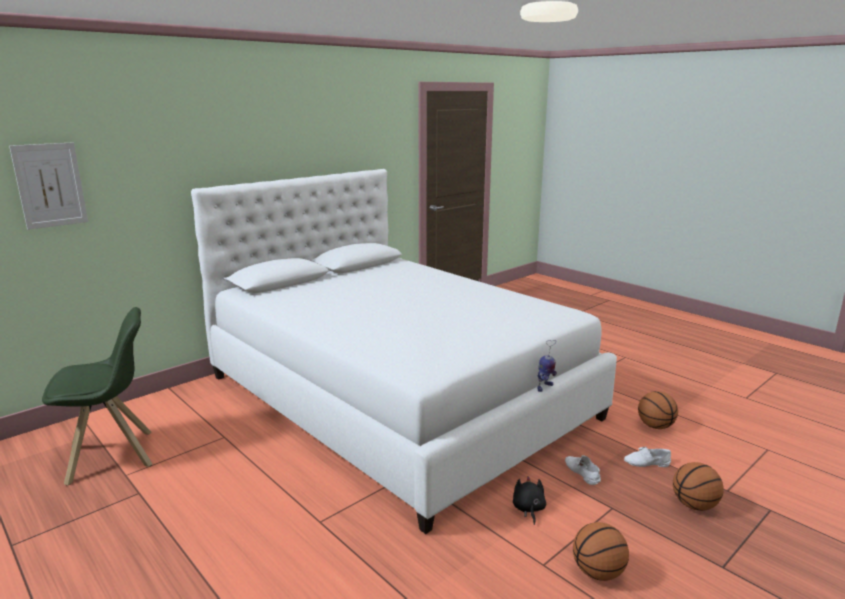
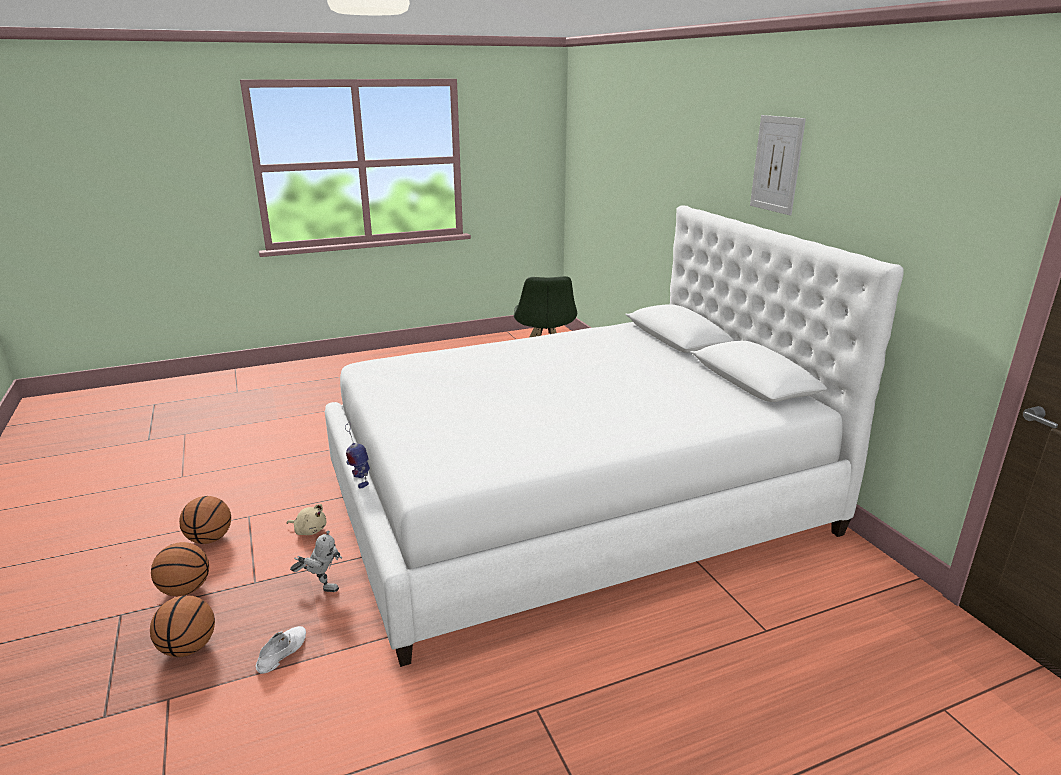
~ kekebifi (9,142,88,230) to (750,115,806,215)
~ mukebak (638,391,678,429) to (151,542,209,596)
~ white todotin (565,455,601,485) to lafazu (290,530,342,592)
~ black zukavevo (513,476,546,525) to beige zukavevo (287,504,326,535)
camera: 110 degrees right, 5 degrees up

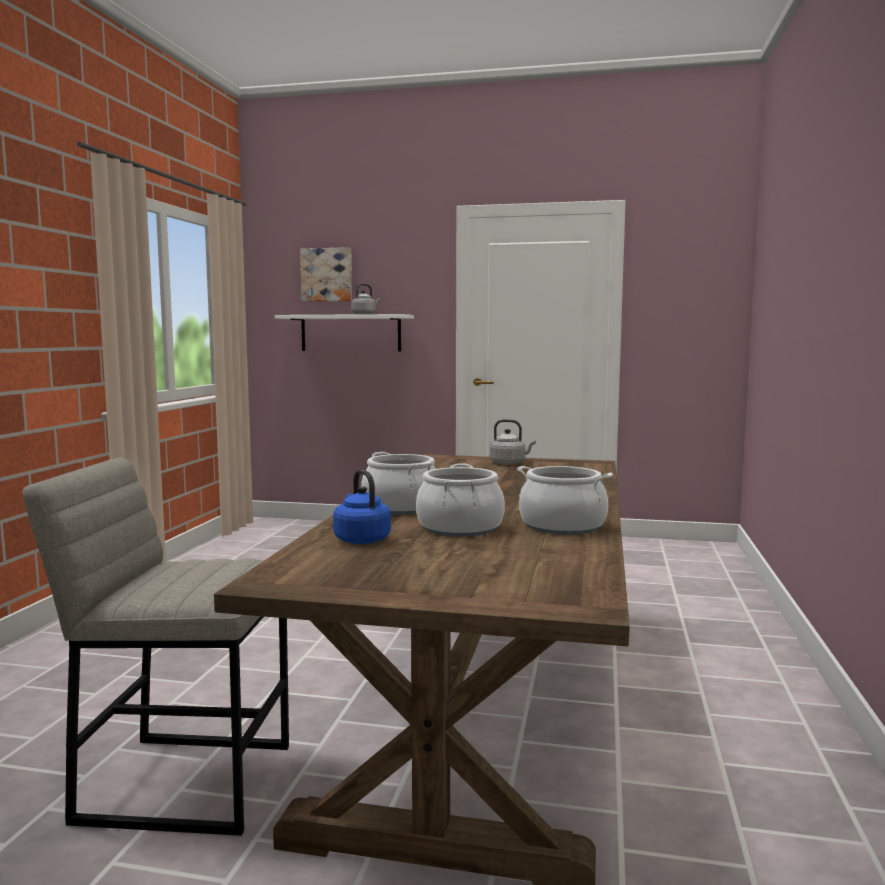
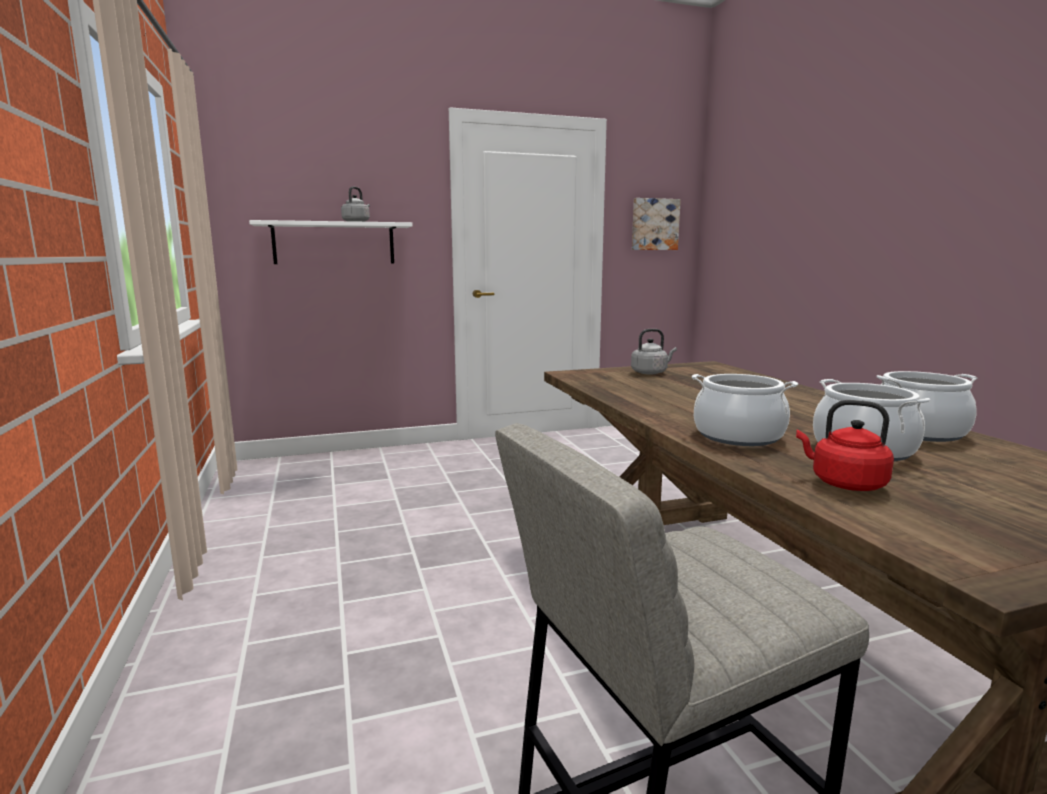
~ kekebifi (300,247,352,302) to (632,198,681,250)
~ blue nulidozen (333,470,391,544) to red nulidozen (796,400,894,491)
camera: 30 degrees left, 5 degrees up

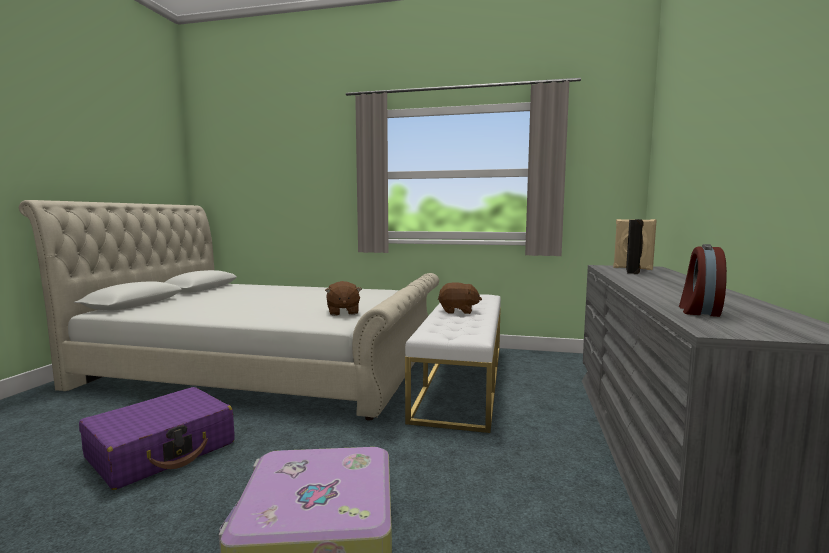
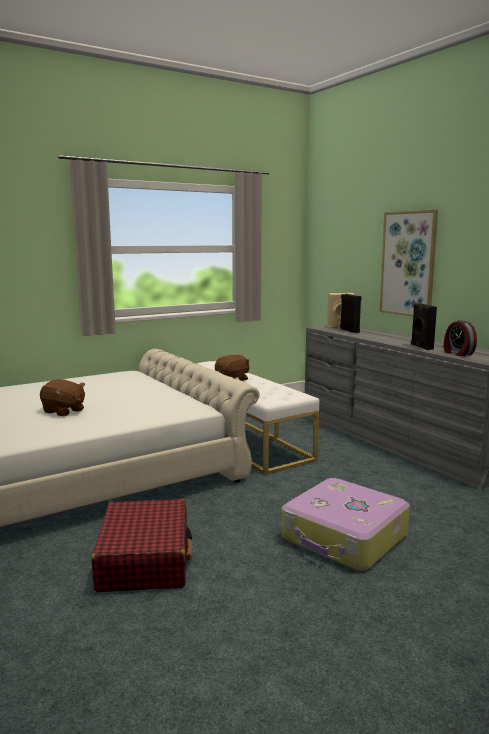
+ kekebifi (379,210,438,316)
+ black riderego (411,303,437,350)
~ brown zukavevo (325,281,362,316) to (40,379,85,416)
~ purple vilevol (79,387,235,490) to red vilevol (92,499,193,592)
camera: 45 degrees left, 5 degrees up

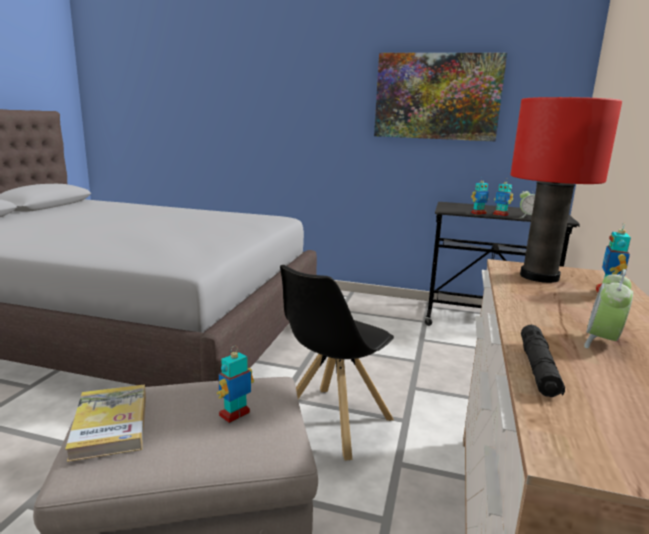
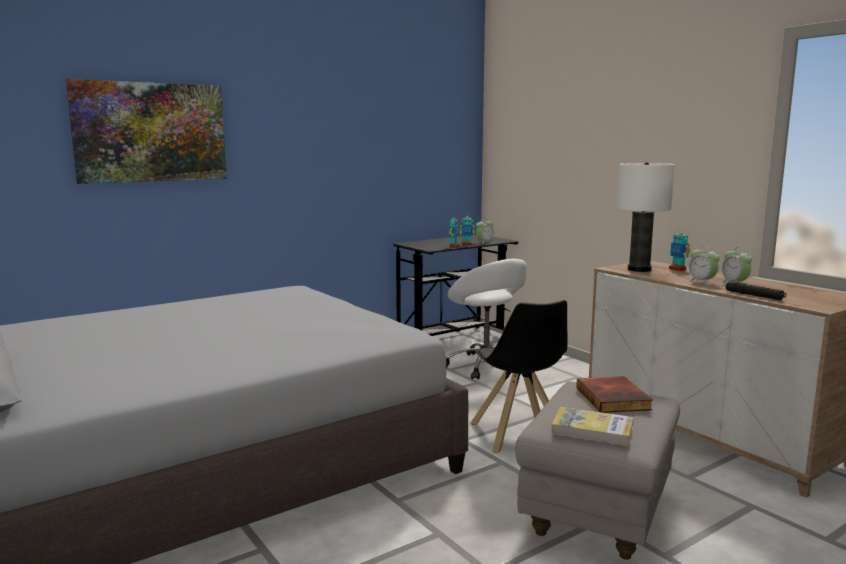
+ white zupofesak (446,259,527,379)
+ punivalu (689,246,720,285)
~ kekebifi (374,53,507,141) to (66,79,227,184)
~ lafazu (217,345,254,423) to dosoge (576,376,653,413)
~ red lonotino (511,97,622,283) to white lonotino (617,162,675,272)
camera: 50 degrees left, 5 degrees down

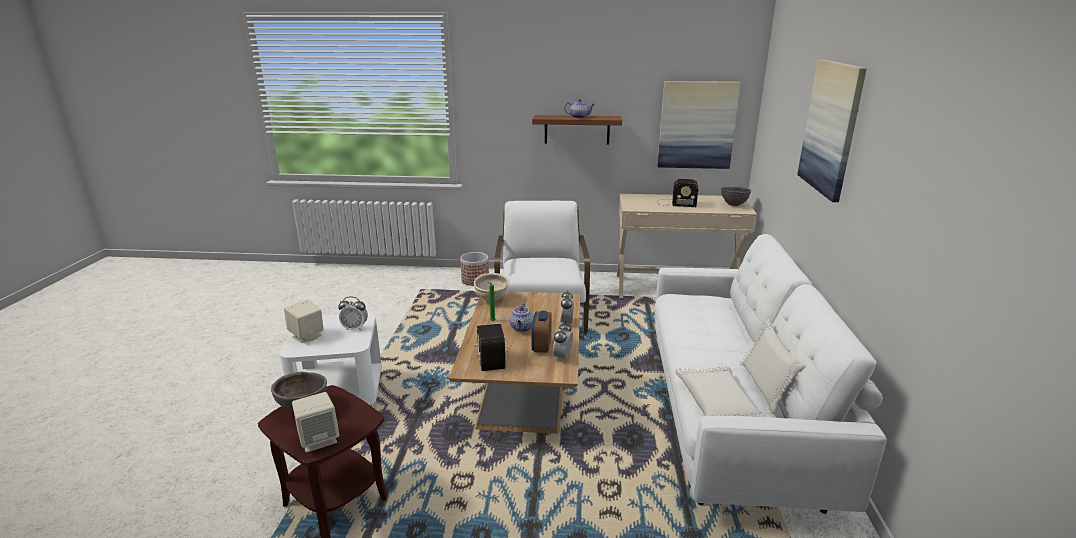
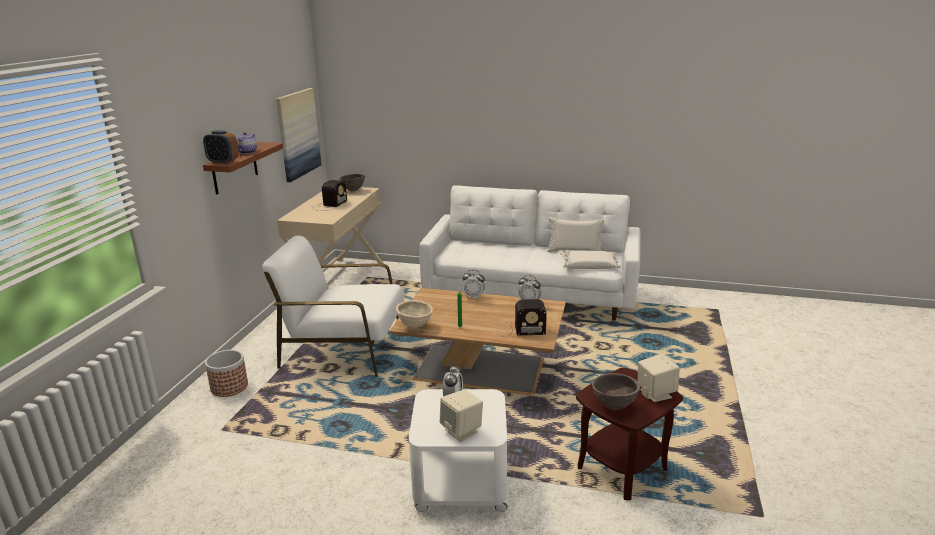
- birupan (509,304,534,332)
- kekebifi (797,59,867,202)
~ punivalu (531,311,552,353) to (203,130,239,164)
camera: 80 degrees left, 0 degrees up

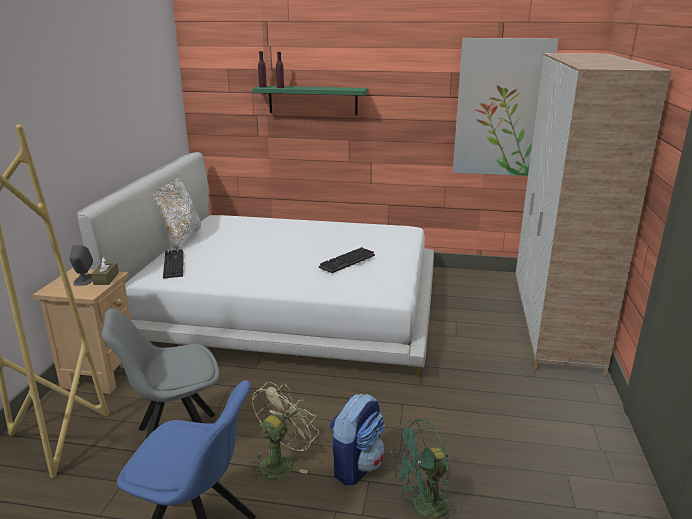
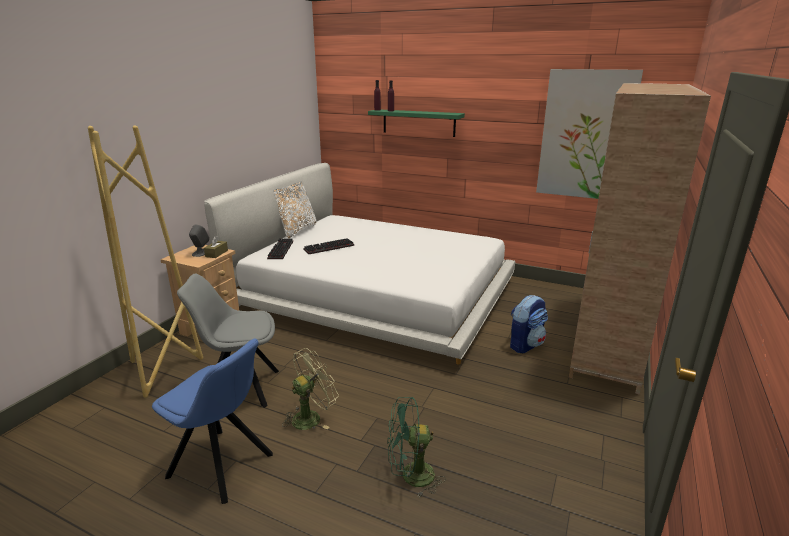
~ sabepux (319,247,375,273) to (303,238,354,254)
~ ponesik (330,394,385,486) to (510,295,548,353)
camera: 15 degrees right, 0 degrees up

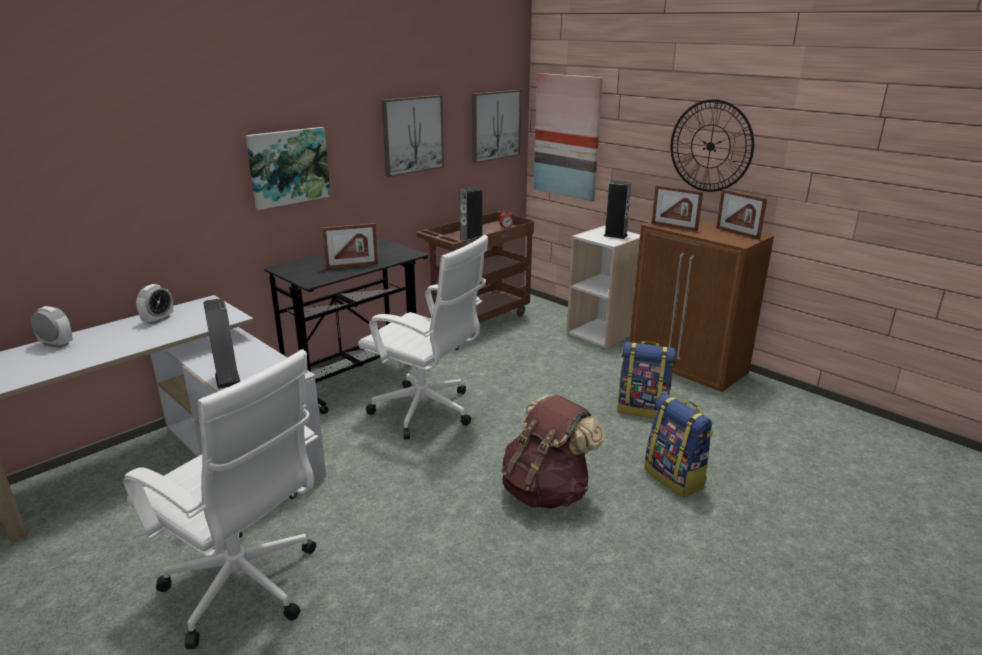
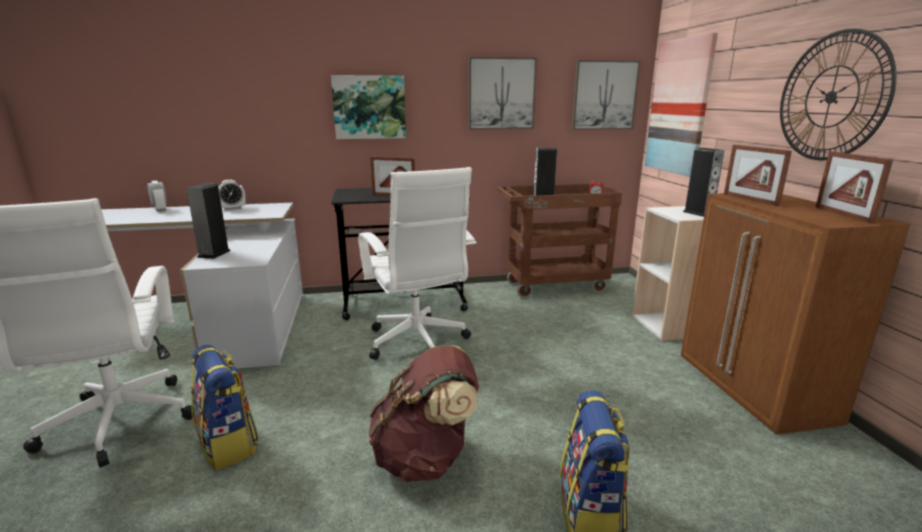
~ ponesik (618,341,675,418) to (191,345,259,471)
camera: 35 degrees right, 5 degrees down

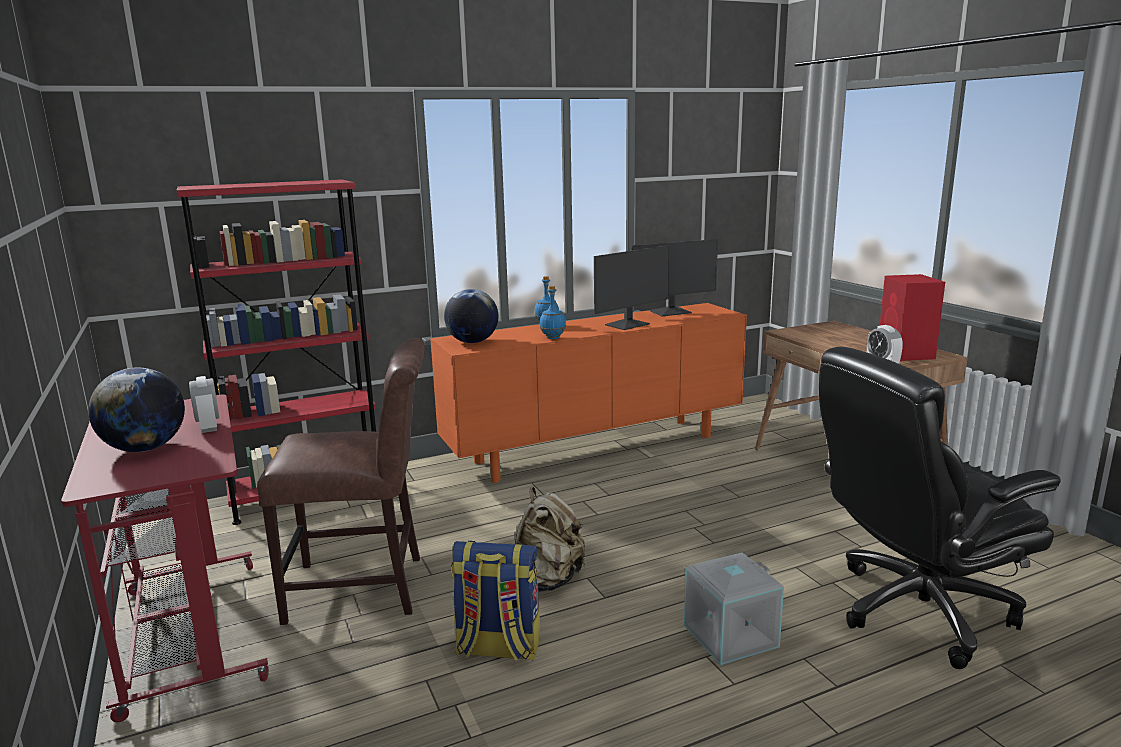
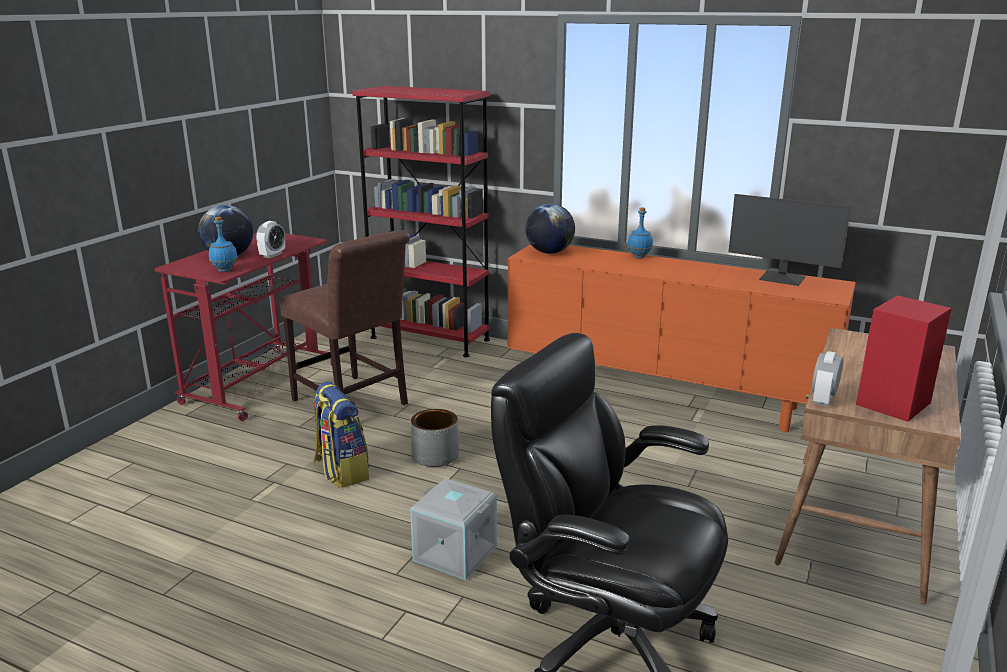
- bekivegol (594,245,670,330)
~ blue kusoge (540,286,566,339) to (209,217,238,272)
~ beige ponesik (515,487,586,592) to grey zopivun (411,409,459,467)
camera: 50 degrees right, 5 degrees up

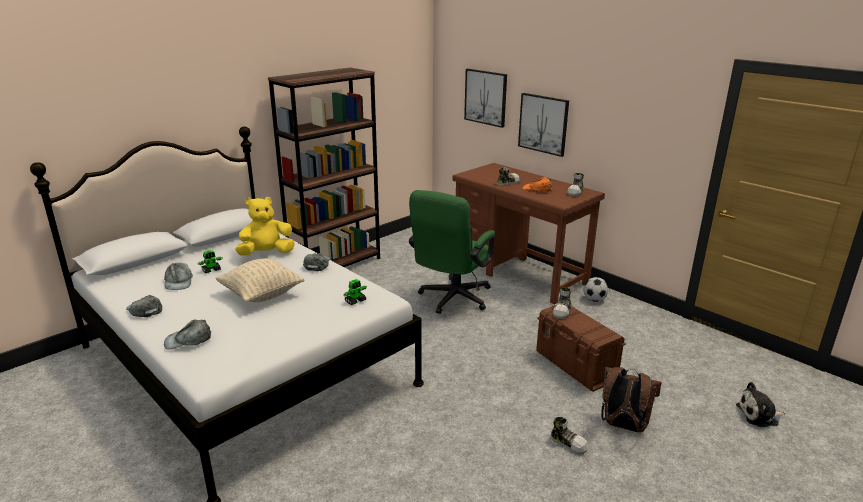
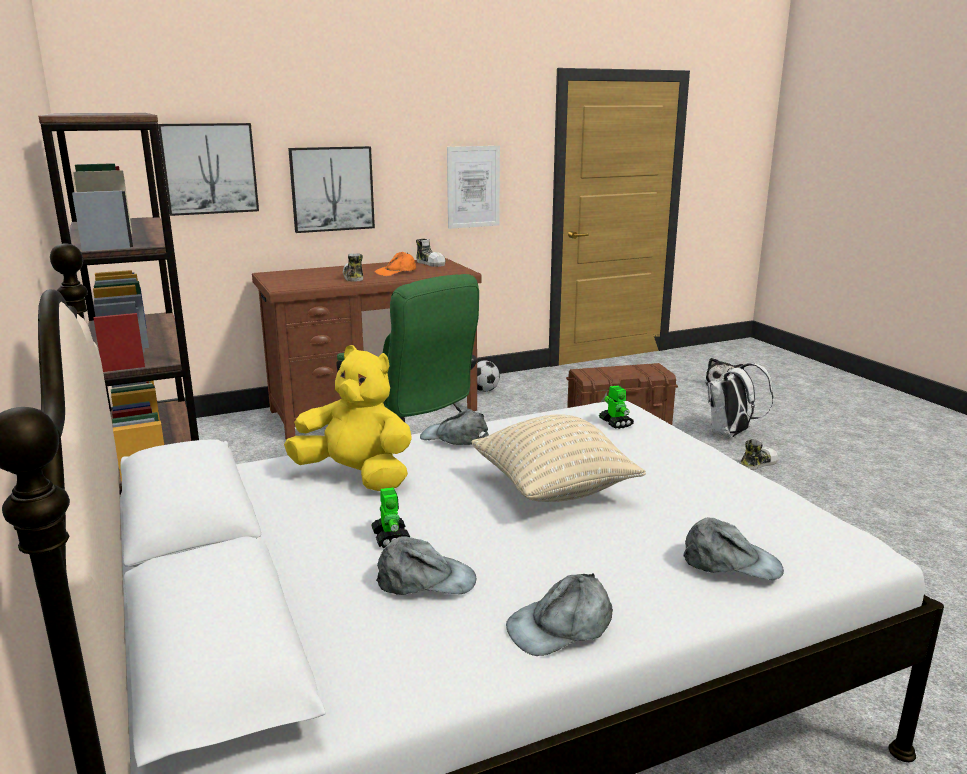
- todotin (553,287,572,319)
+ kekebifi (447,146,500,229)
~ brown ponesik (601,367,662,432) to white ponesik (708,363,774,438)
~ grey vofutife (164,320,211,350) = (683,517,784,580) 75 degrees counterclockwise
~ yellow zukavevo (235,197,295,255) = (284,345,412,491) 120 degrees clockwise
camera: 70 degrees left, 5 degrees down

